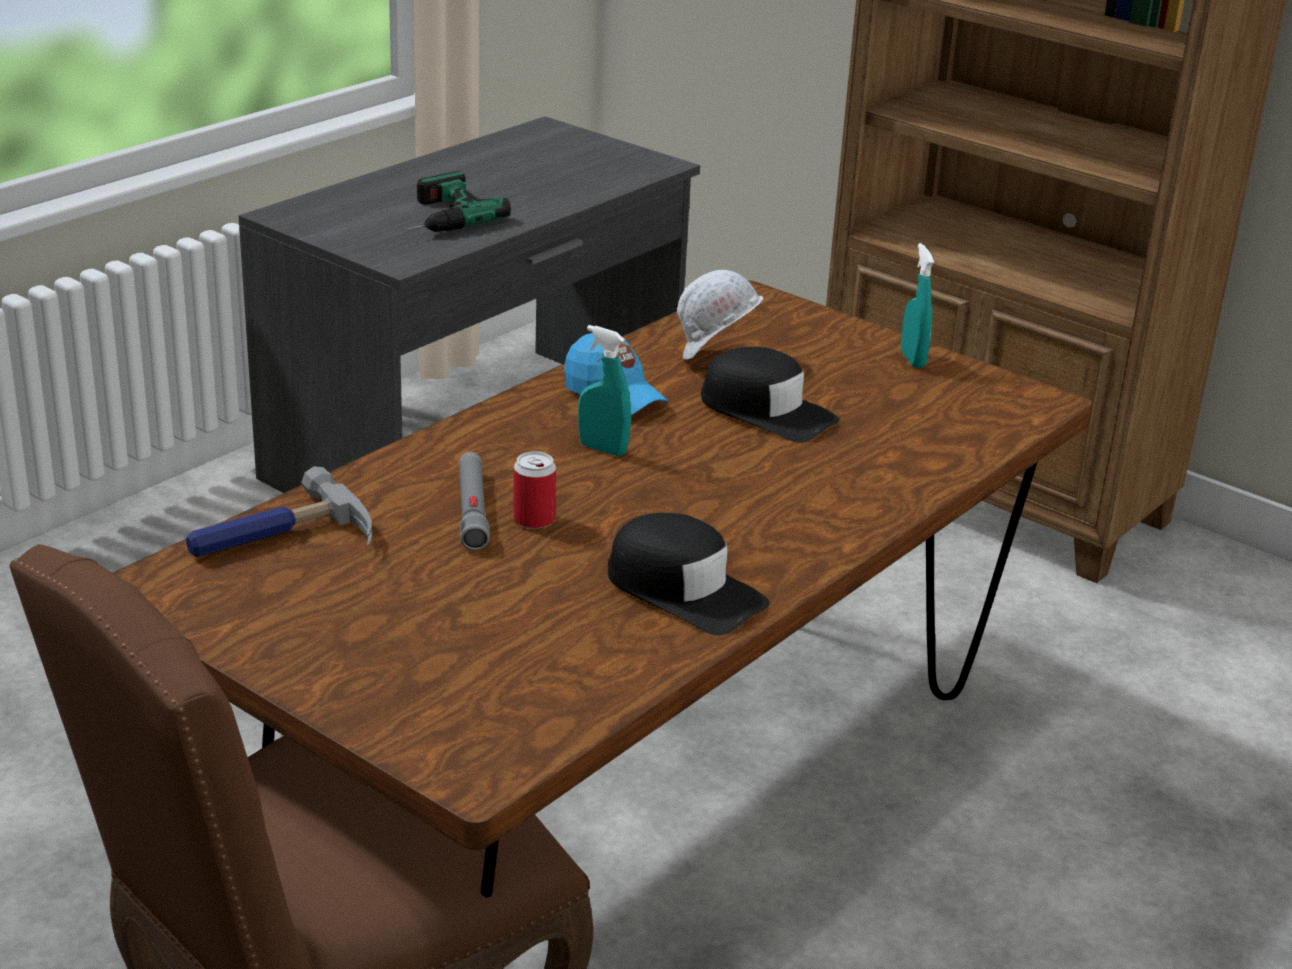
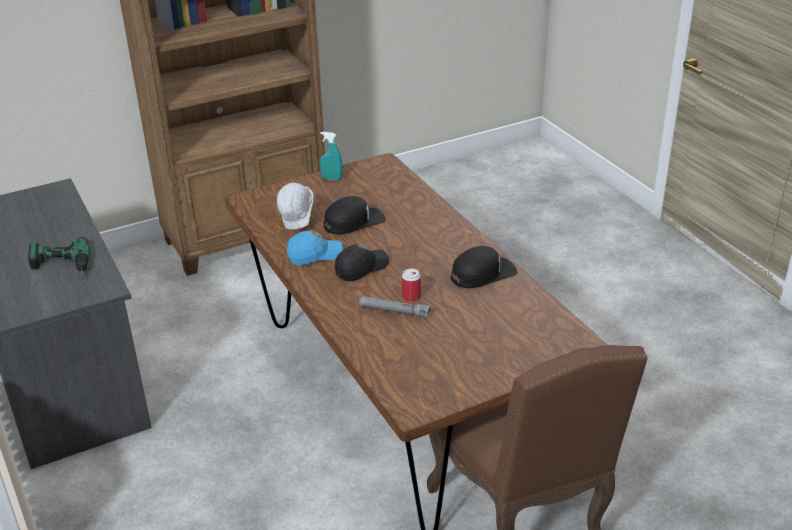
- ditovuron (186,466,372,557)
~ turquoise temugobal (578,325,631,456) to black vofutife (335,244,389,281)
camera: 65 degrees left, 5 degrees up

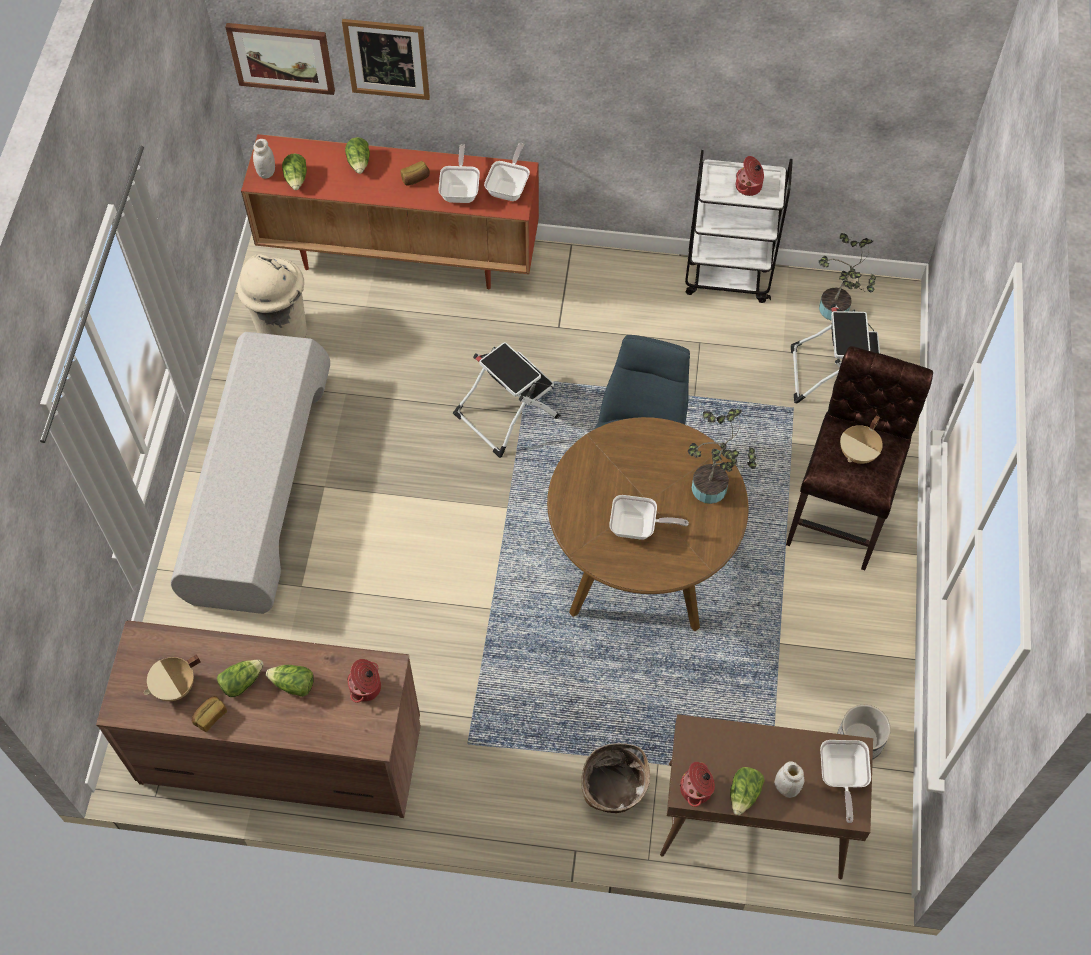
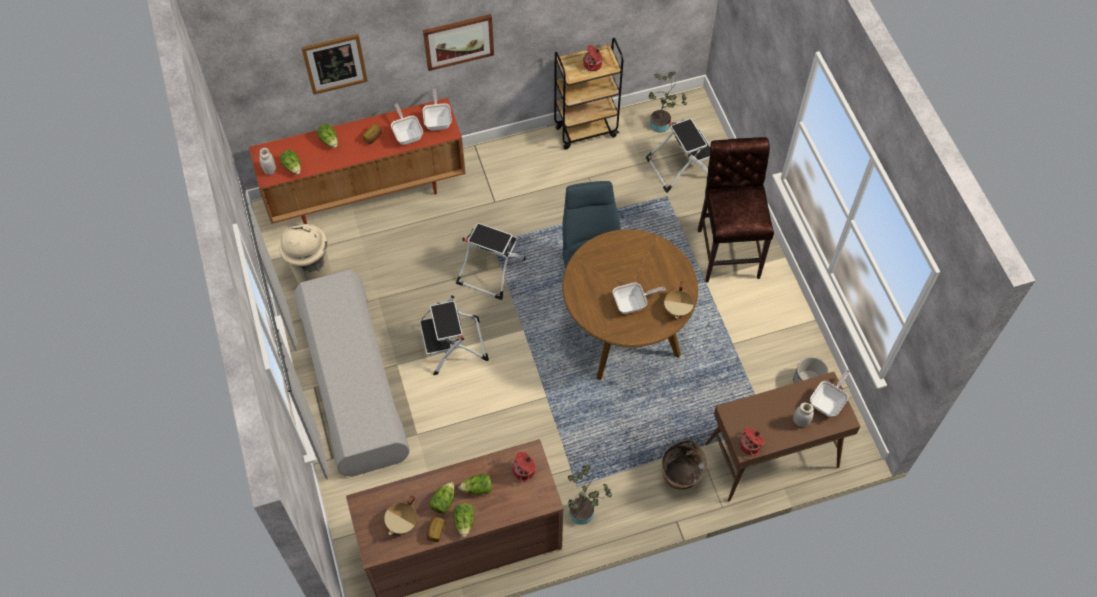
+ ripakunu (420,295,489,375)
~ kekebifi (225,23,335,95) to (423,14,494,71)
~ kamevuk (688,409,757,504) to (568,464,612,525)
~ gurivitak (730,767,765,815) to (454,503,474,537)
~ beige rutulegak (840,415,883,464) to (664,281,693,319)
~ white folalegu (685,150,793,303) to brown folalegu (554,38,623,149)
~ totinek (820,740,871,823) = (810,370,850,417) 120 degrees counterclockwise
camera: 25 degrees left, 0 degrees up

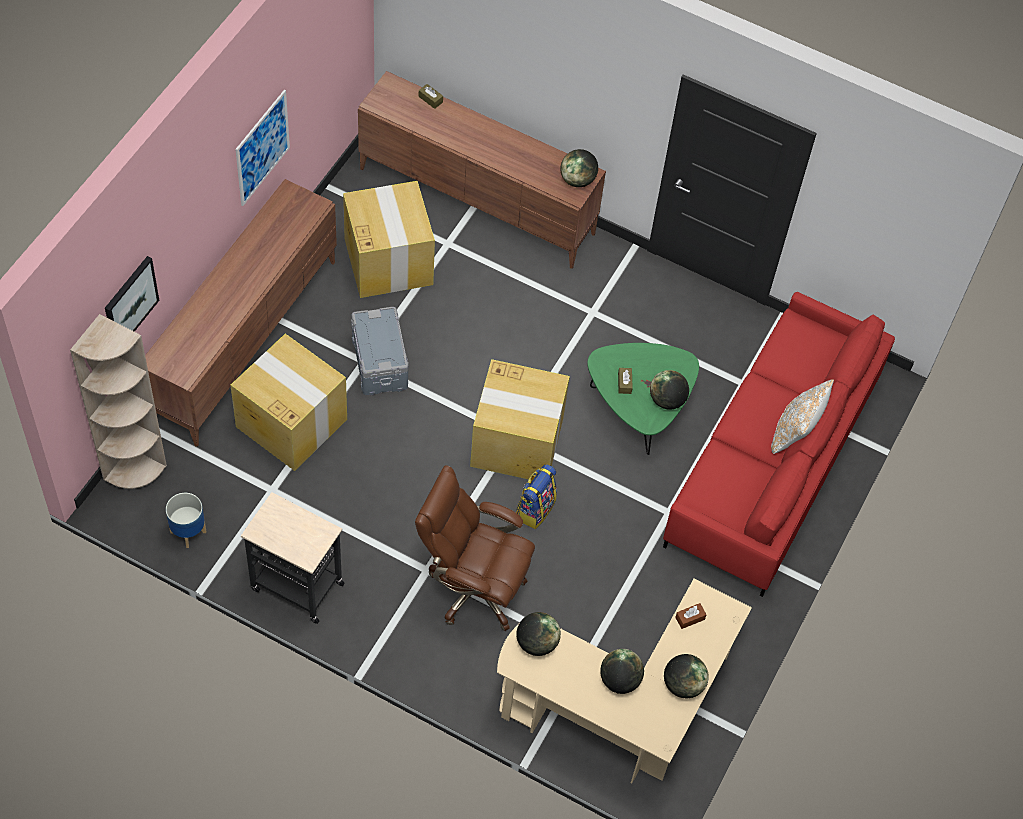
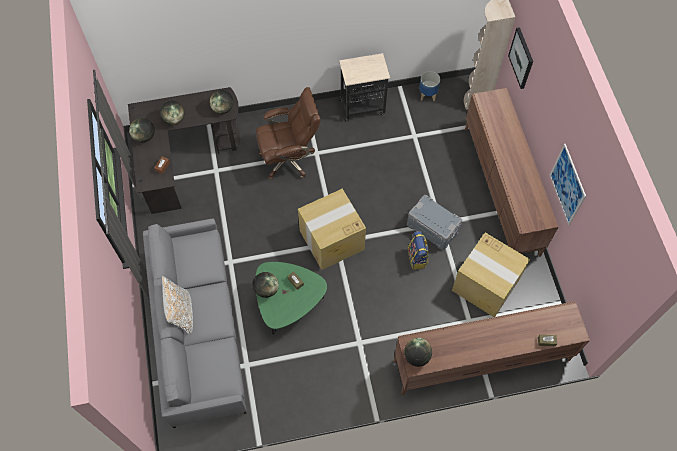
- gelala (230,334,347,471)
~ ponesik (516,464,557,529) to (408,231,429,270)
~ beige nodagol (497,579,752,784) to black nodagol (128,87,240,214)
~ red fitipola (663,292,895,597) to grey fitipola (143,219,247,428)
camera: 145 degrees right, 5 degrees up

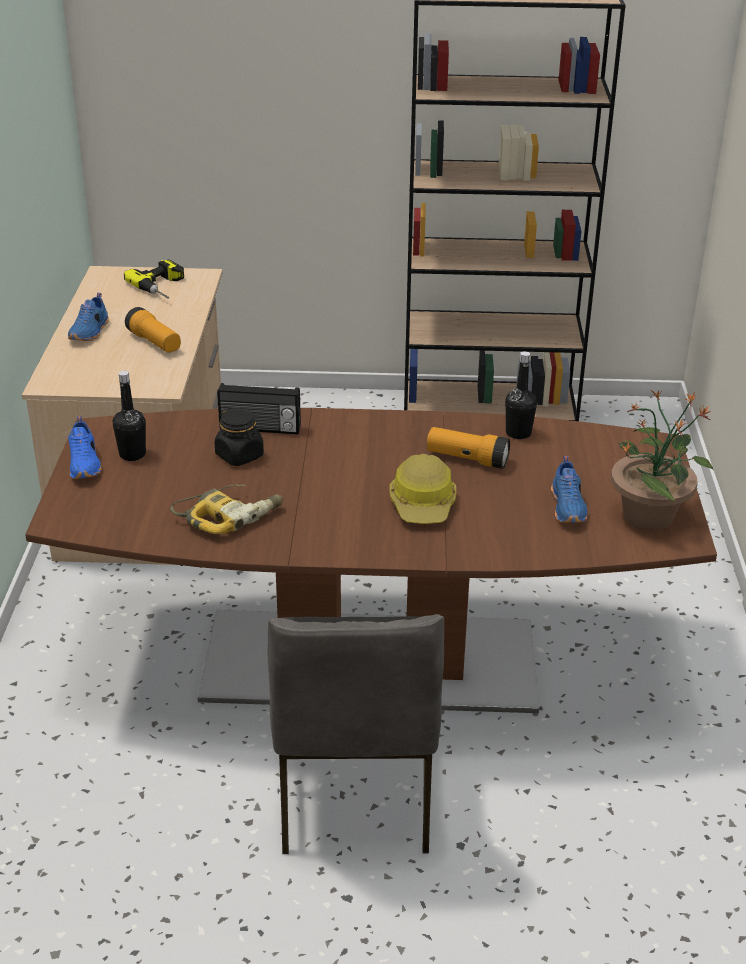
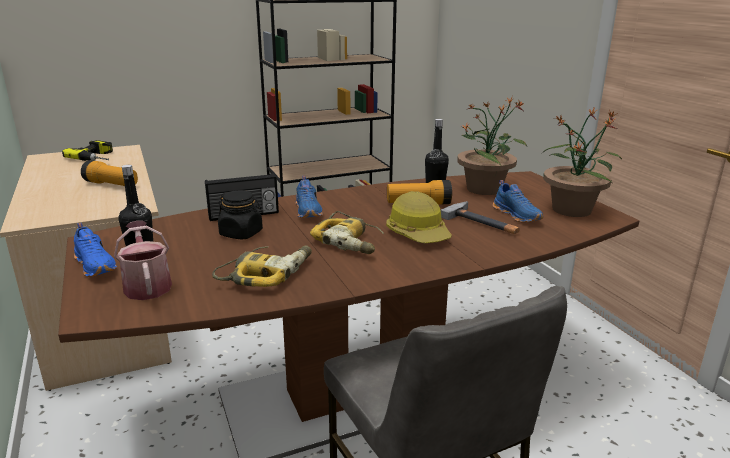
+ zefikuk (114,221,172,300)
+ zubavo (310,211,384,254)
+ ditovuron (441,201,520,234)
+ kamevuk (457,97,527,195)
~ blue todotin (68,293,109,341) to (296,176,323,218)
camera: 25 degrees left, 10 degrees down

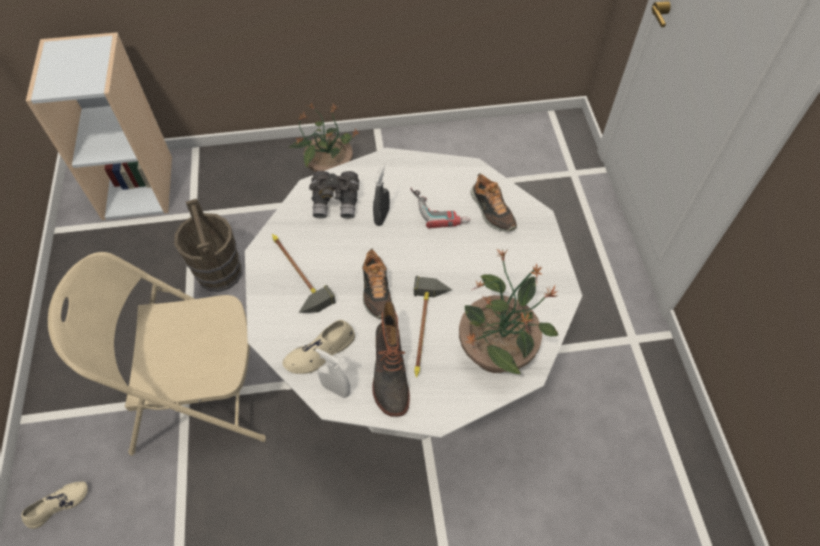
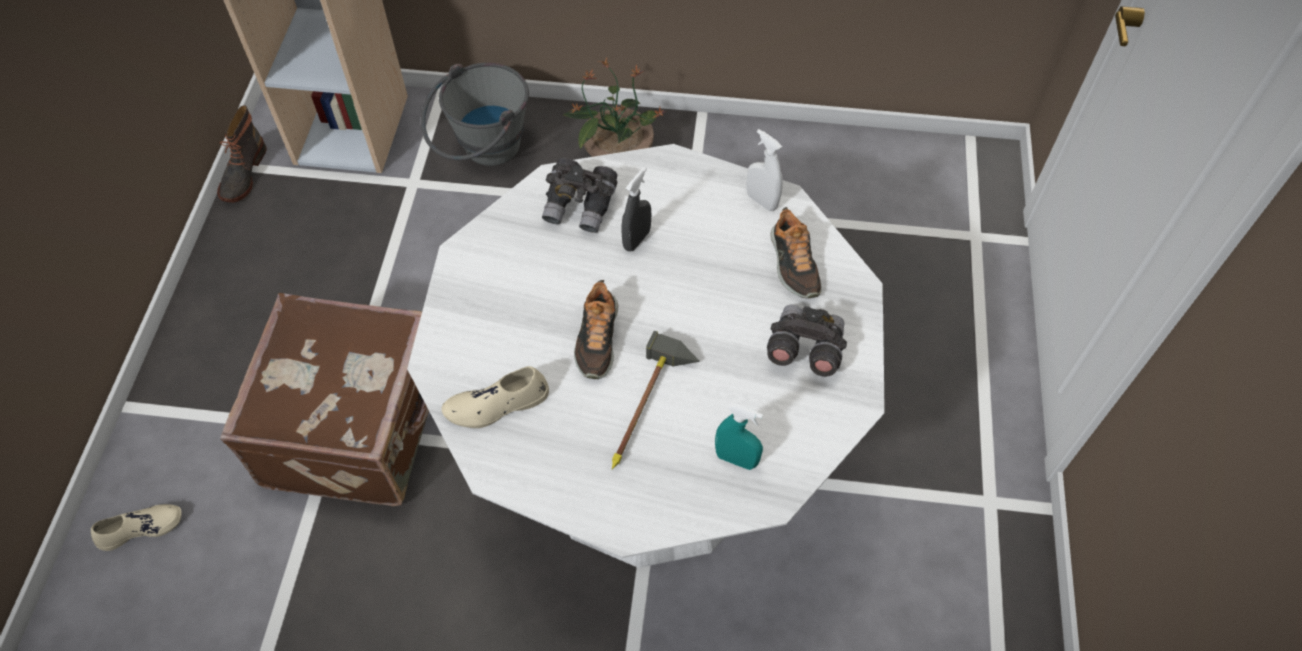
- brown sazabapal (174,199,242,292)
- ditovuron (272,234,336,313)
- zubavo (411,187,471,229)
+ grey sazabapal (421,63,529,166)
+ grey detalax (767,304,847,377)
~ white temugobal (316,348,350,398) to (746,129,783,211)
~ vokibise (372,301,410,417) to (217,106,267,203)
~ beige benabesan (48,252,266,456) to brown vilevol (220,293,429,506)
~ kamevuk (459,249,558,374) to turquoise temugobal (715,403,763,470)
camera: 15 degrees right, 0 degrees up

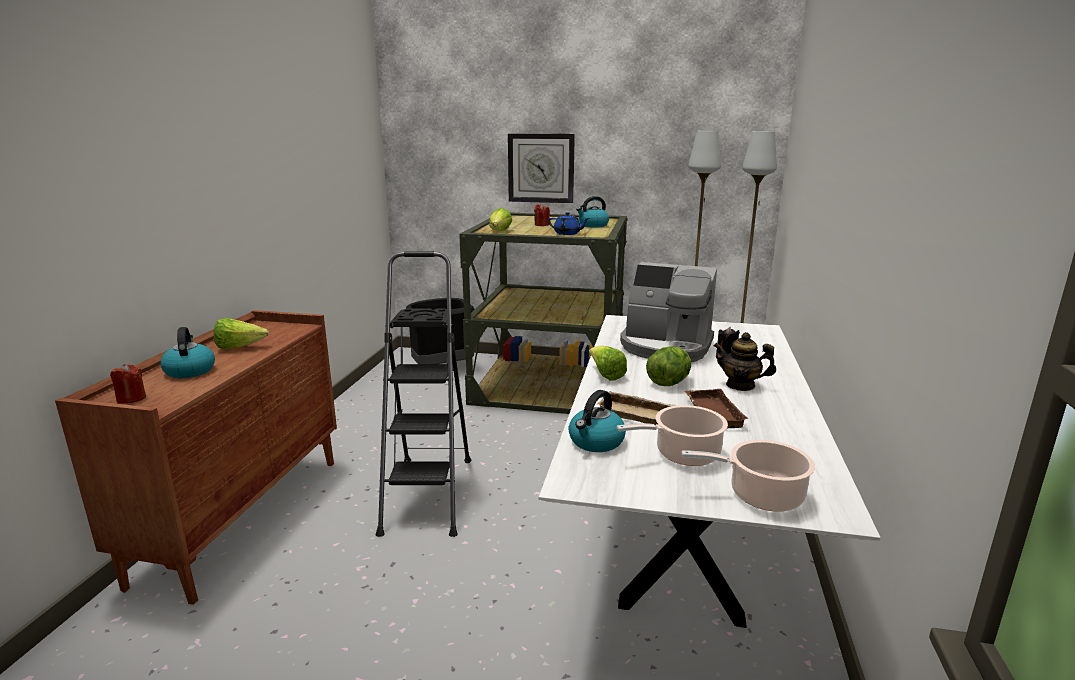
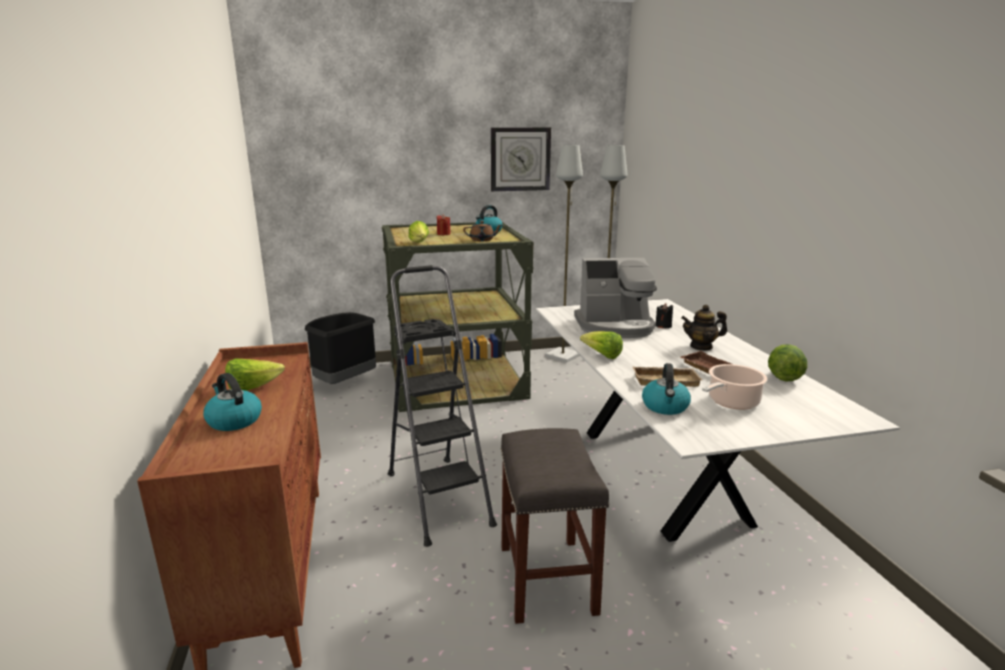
- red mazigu (110,364,146,404)
- rutulegak (682,440,815,512)
+ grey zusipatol (501,428,609,624)
~ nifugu (508,133,575,203) to (491,128,551,191)
~ gurivitak (646,346,691,386) to (768,344,807,381)
~ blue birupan (548,212,590,235) to brown birupan (463,221,502,241)
camera: 25 degrees left, 0 degrees up

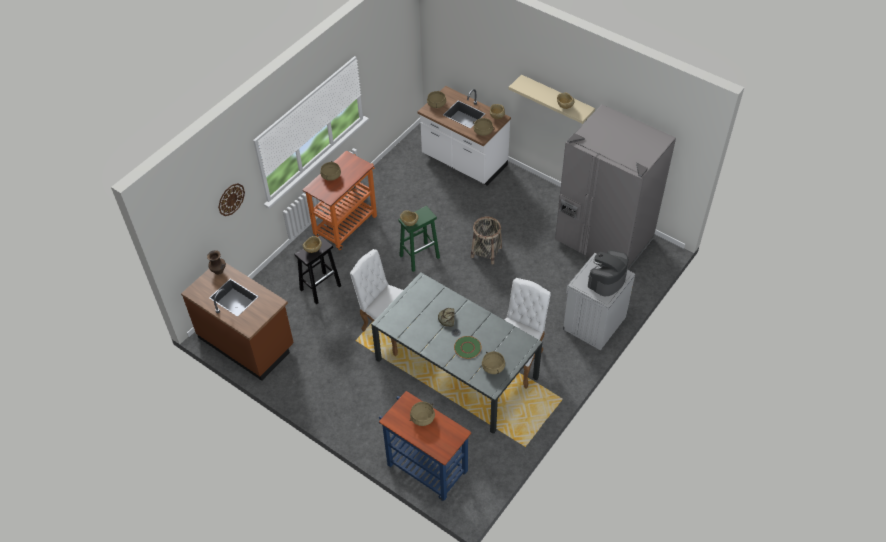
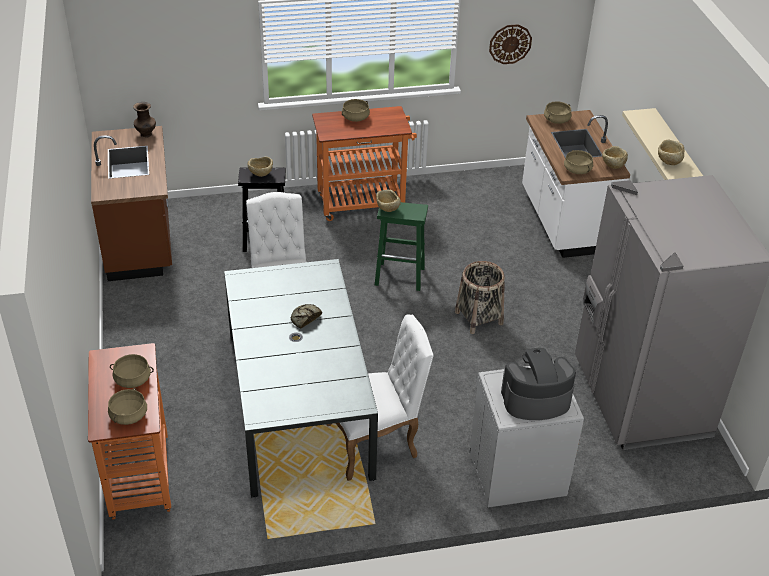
- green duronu (454,336,482,359)
~ nifugu (218,183,245,216) to (489,24,532,64)
~ beige rutulegak (482,352,505,374) to (108,388,147,425)
~ blue folalegu (379,391,471,501) to orange folalegu (88,343,171,519)
camera: 40 degrees right, 10 degrees down

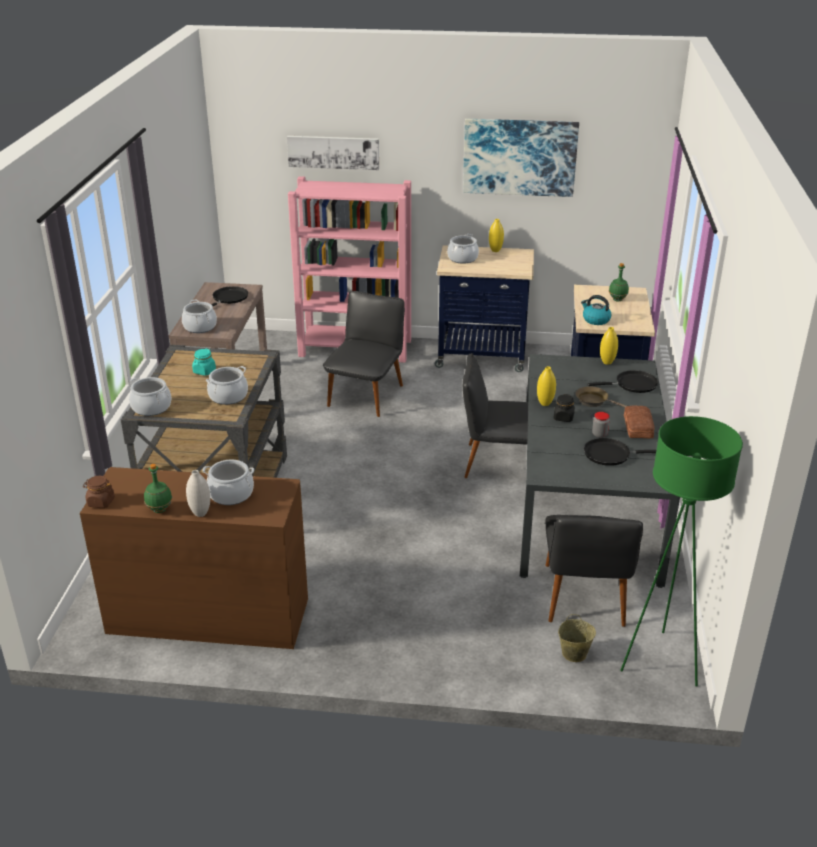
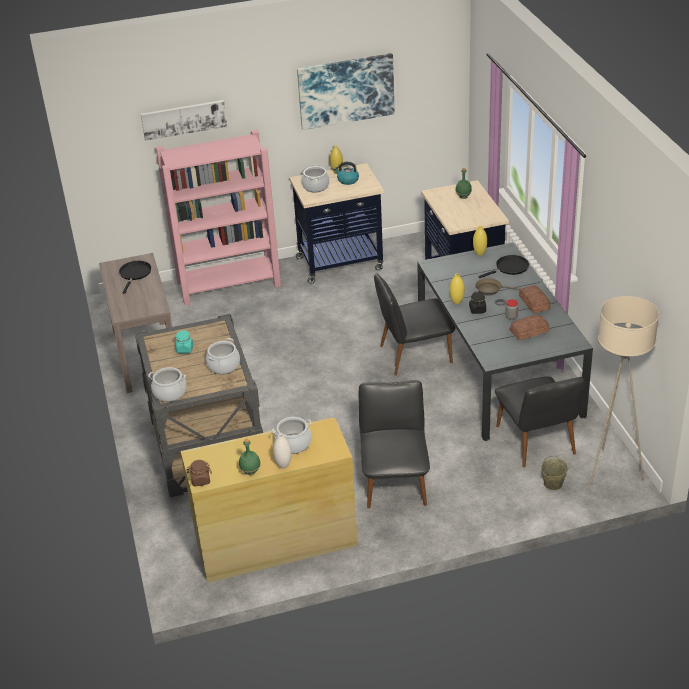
- rutulegak (182,300,217,333)
~ black benabesan (323,291,405,417) to (358,380,430,508)
~ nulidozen (581,295,611,325) to (334,162,359,185)
~ black totinek (584,438,656,466) to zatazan (510,315,549,340)
~ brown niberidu (80,467,308,649) to yellow niberidu (181,417,358,583)
~ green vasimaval (620,416,743,687) to beige vasimaval (590,296,659,486)
camera: 20 degrees left, 5 degrees up

